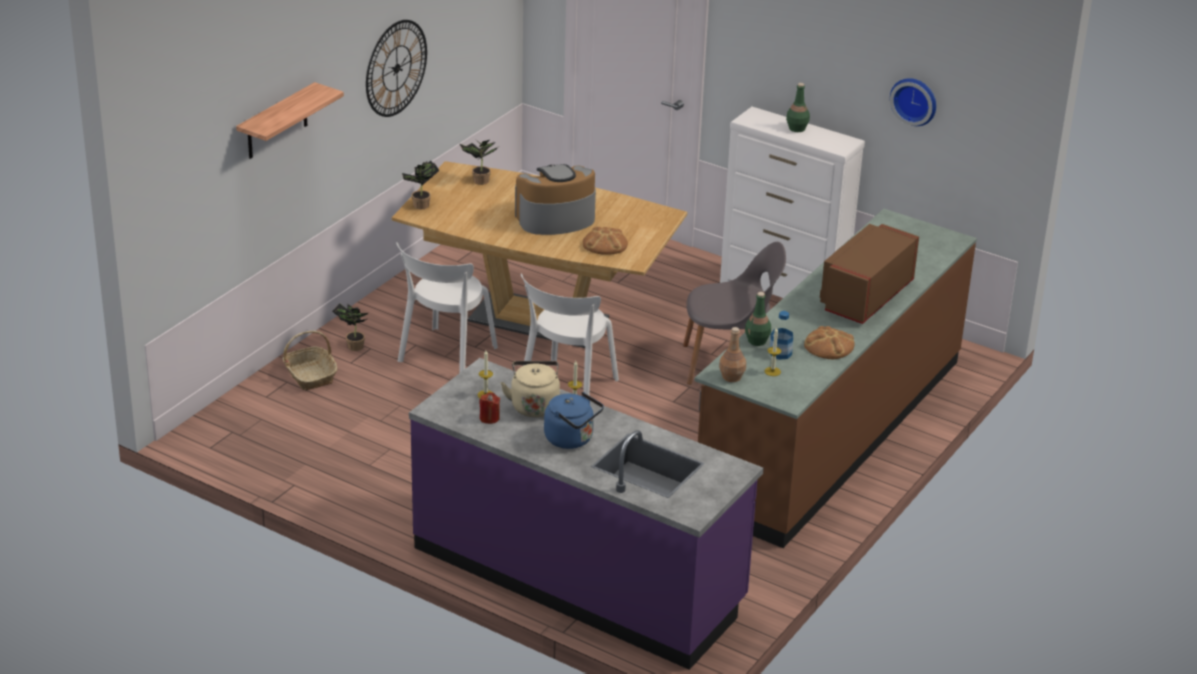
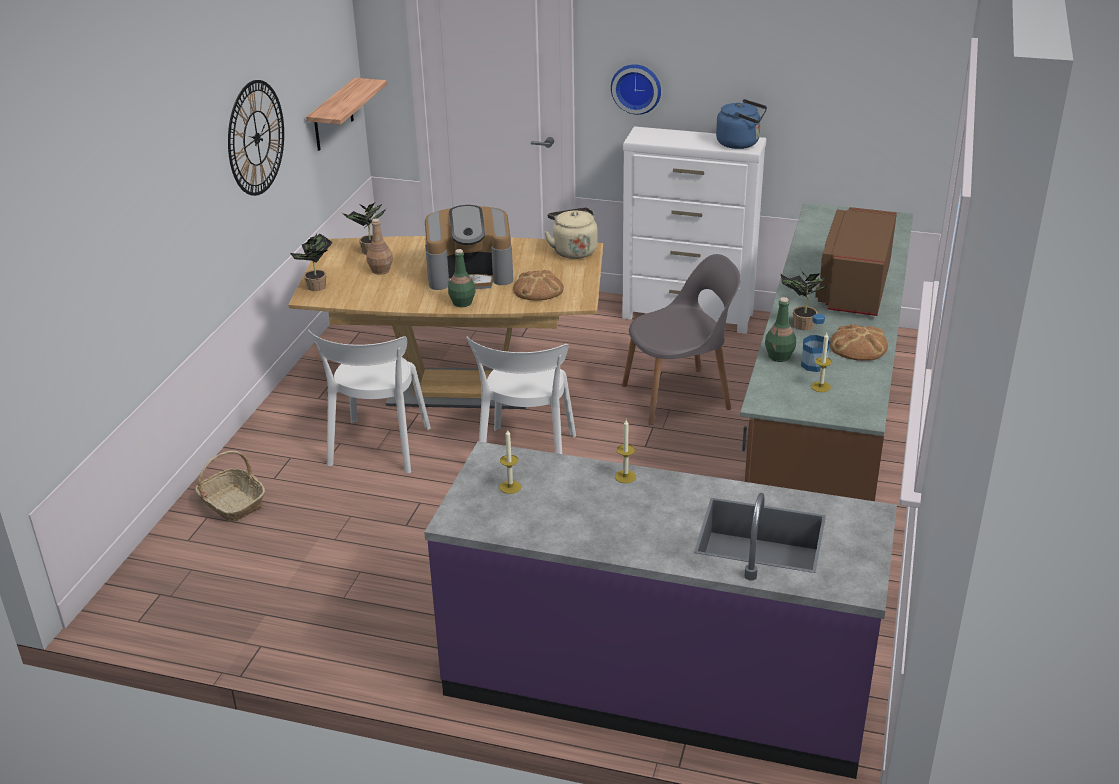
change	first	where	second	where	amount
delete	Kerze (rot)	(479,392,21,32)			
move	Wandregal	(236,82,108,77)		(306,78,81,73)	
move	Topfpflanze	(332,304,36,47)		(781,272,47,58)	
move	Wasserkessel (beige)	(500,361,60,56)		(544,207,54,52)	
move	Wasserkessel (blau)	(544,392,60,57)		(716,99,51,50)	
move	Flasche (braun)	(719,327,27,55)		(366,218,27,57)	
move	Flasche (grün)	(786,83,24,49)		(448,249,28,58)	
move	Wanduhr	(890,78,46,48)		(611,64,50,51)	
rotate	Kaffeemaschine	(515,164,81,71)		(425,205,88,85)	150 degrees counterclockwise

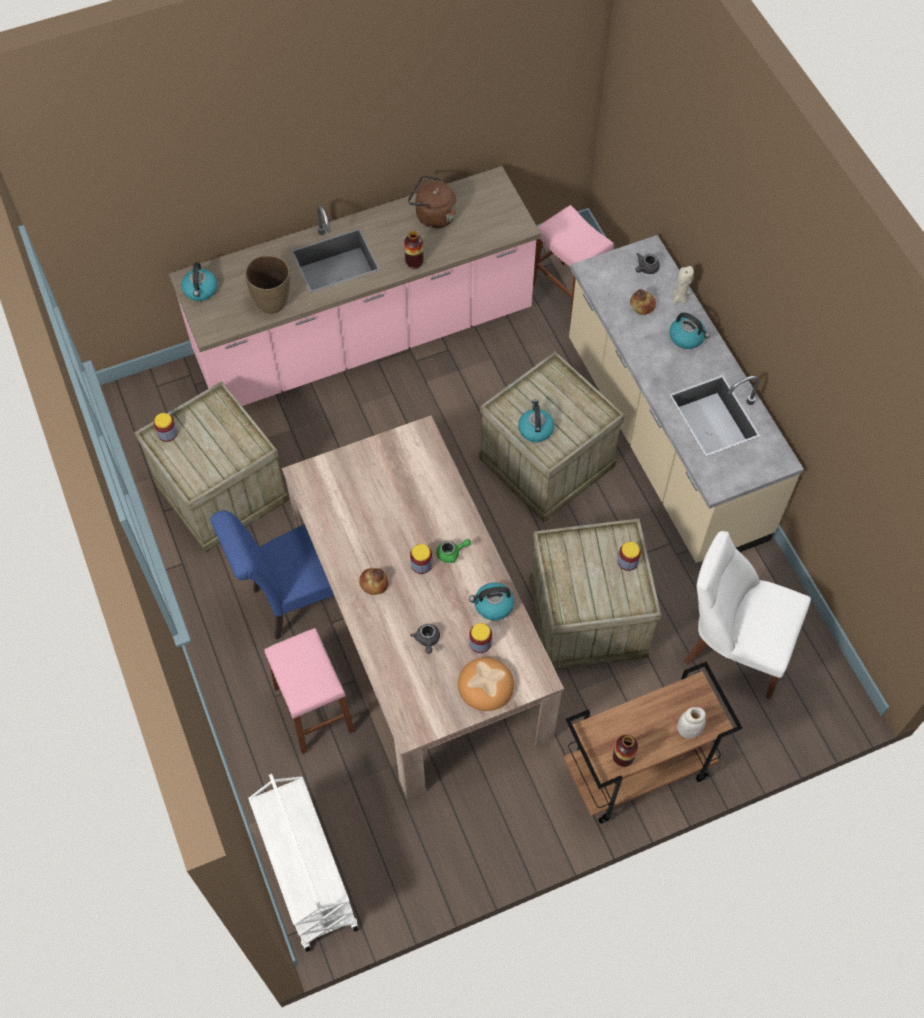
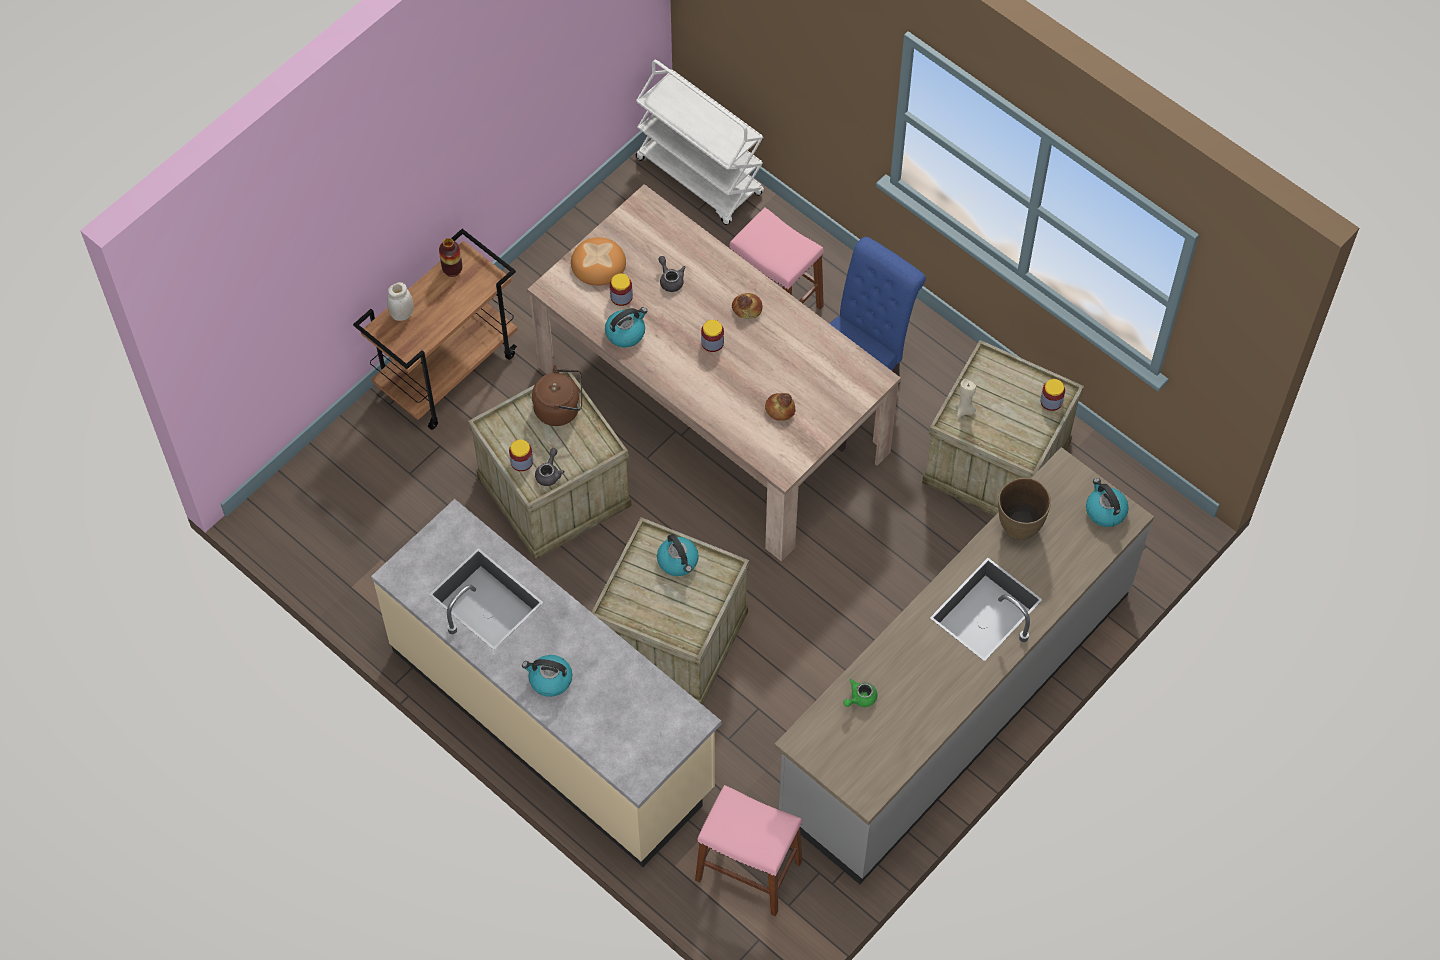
change	first	where	second	where	amount
delete	Vase	(404,231,20,38)			
delete	Stuhl (weiß)	(684,531,127,168)			
move	Wasserkessel (braun)	(408,175,48,54)		(532,365,50,61)	
move	Teekanne (grün)	(436,539,35,24)		(843,679,35,28)	
move	Brot	(630,289,26,26)		(765,393,30,28)	
move	Teekanne (grau)	(635,253,25,21)		(535,448,29,38)	
move	Kerze (beige)	(672,266,22,38)		(956,379,20,39)	
recolor	Küchenzeile (rosa)	(169,166,372,240)	Küchenzeile (grau)	(774,447,380,437)	

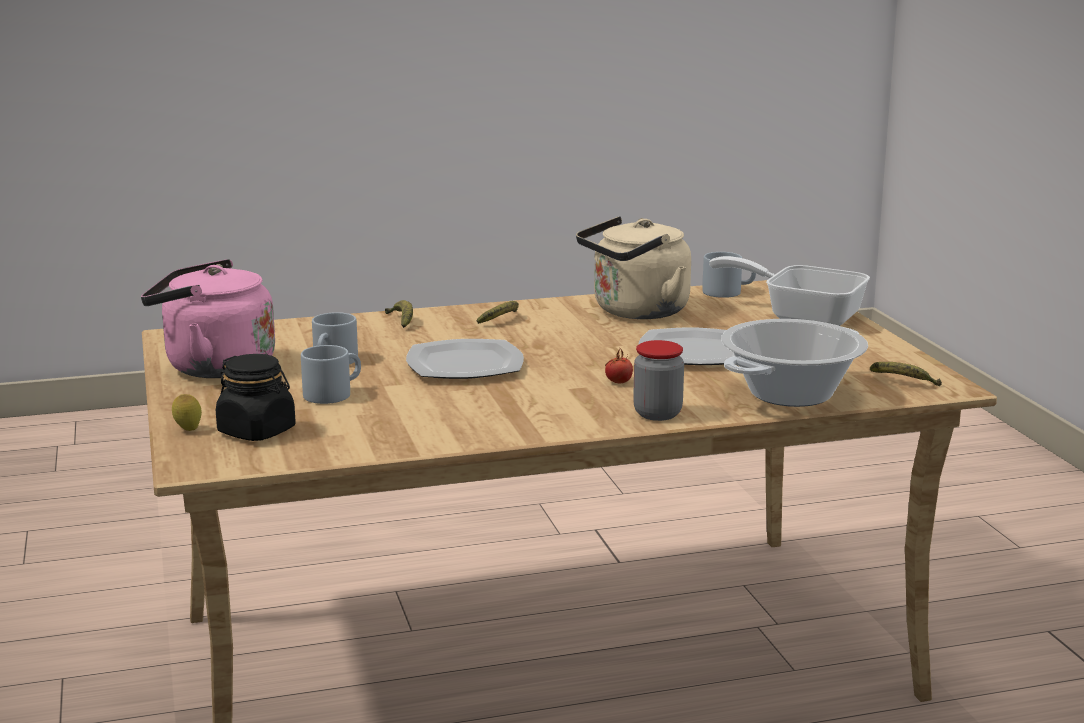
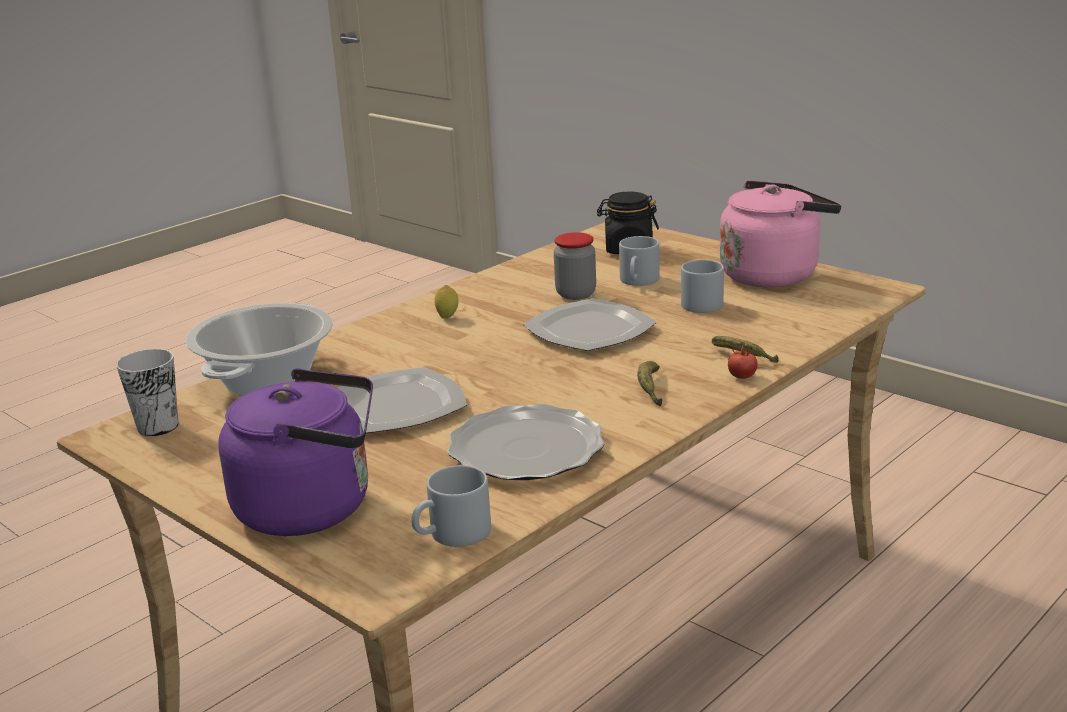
change	first	where	second	where	amount
move	Zitrone	(172,394,30,37)		(434,285,25,34)	
move	Tomate	(605,347,28,36)		(728,345,30,34)	
move	Vorratsglas	(633,340,51,81)		(554,232,42,68)	
replace	Wasserkessel (beige)	(576,216,115,103)	Teller	(447,404,157,76)	
replace	Pfanne	(709,256,161,70)	Wasserkessel (lila)	(218,368,155,168)	
replace	Banane	(870,362,72,24)	Tasse	(116,349,62,87)	

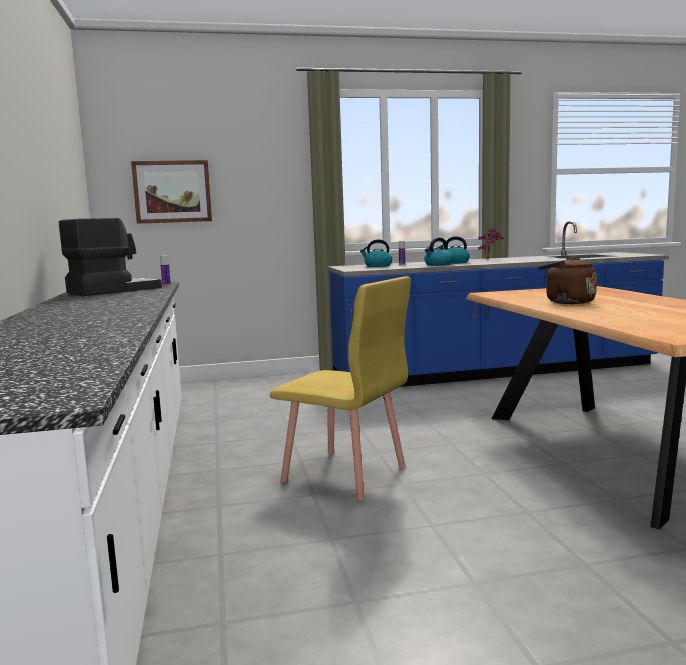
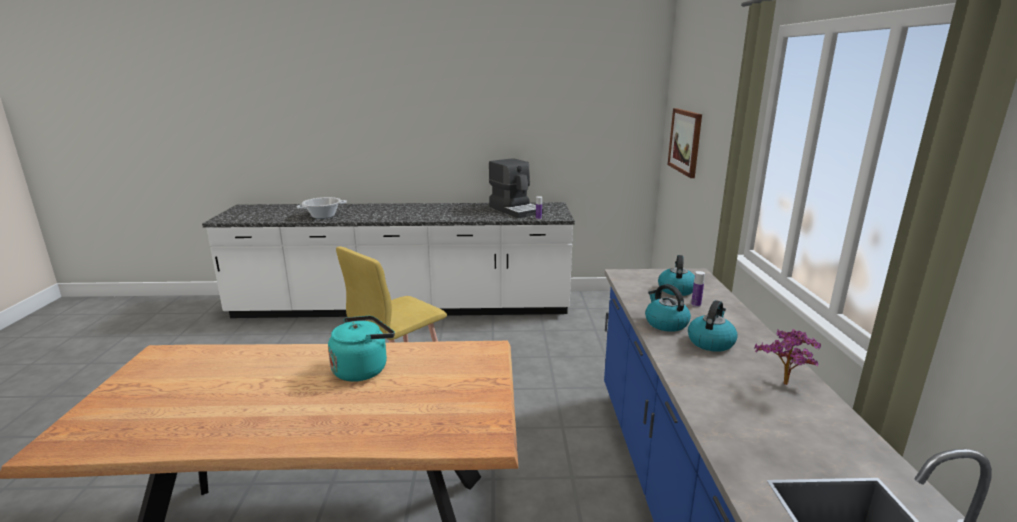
change	first	where	second	where	amount
insert			Kochtopf	(296,197,51,22)	
recolor	Wasserkessel (braun)	(539,256,58,48)	Wasserkessel (türkis)	(328,316,67,66)	

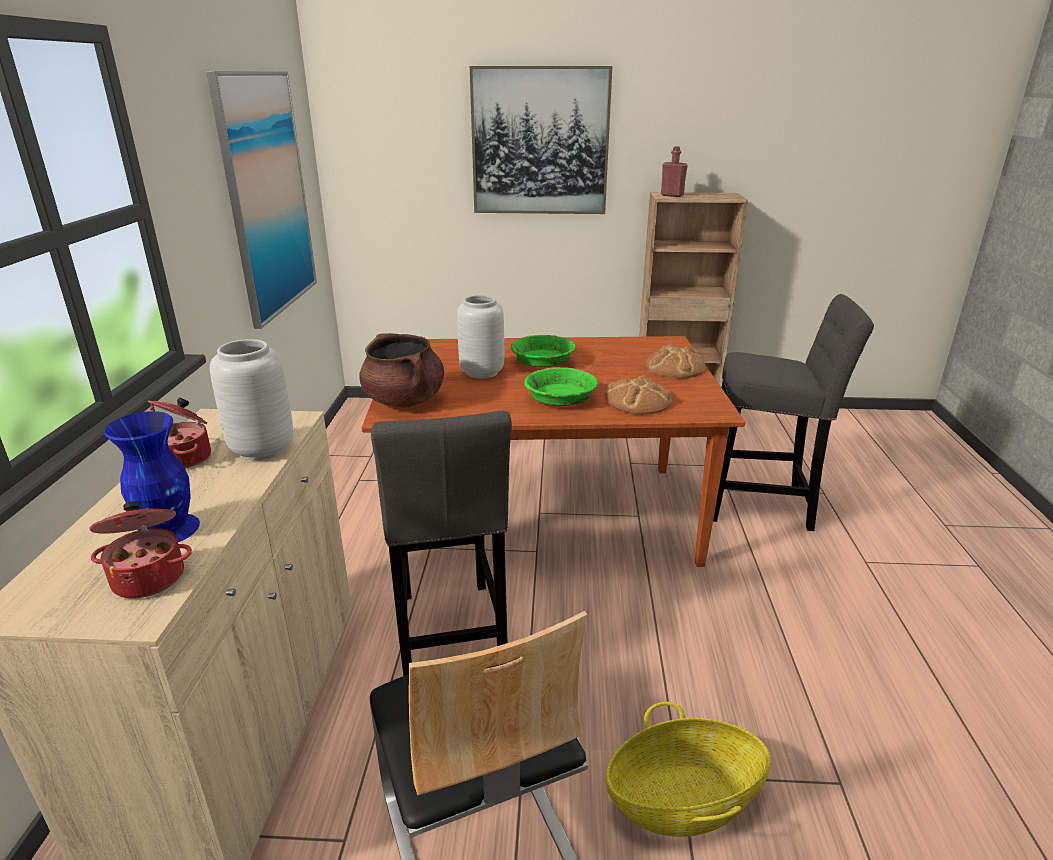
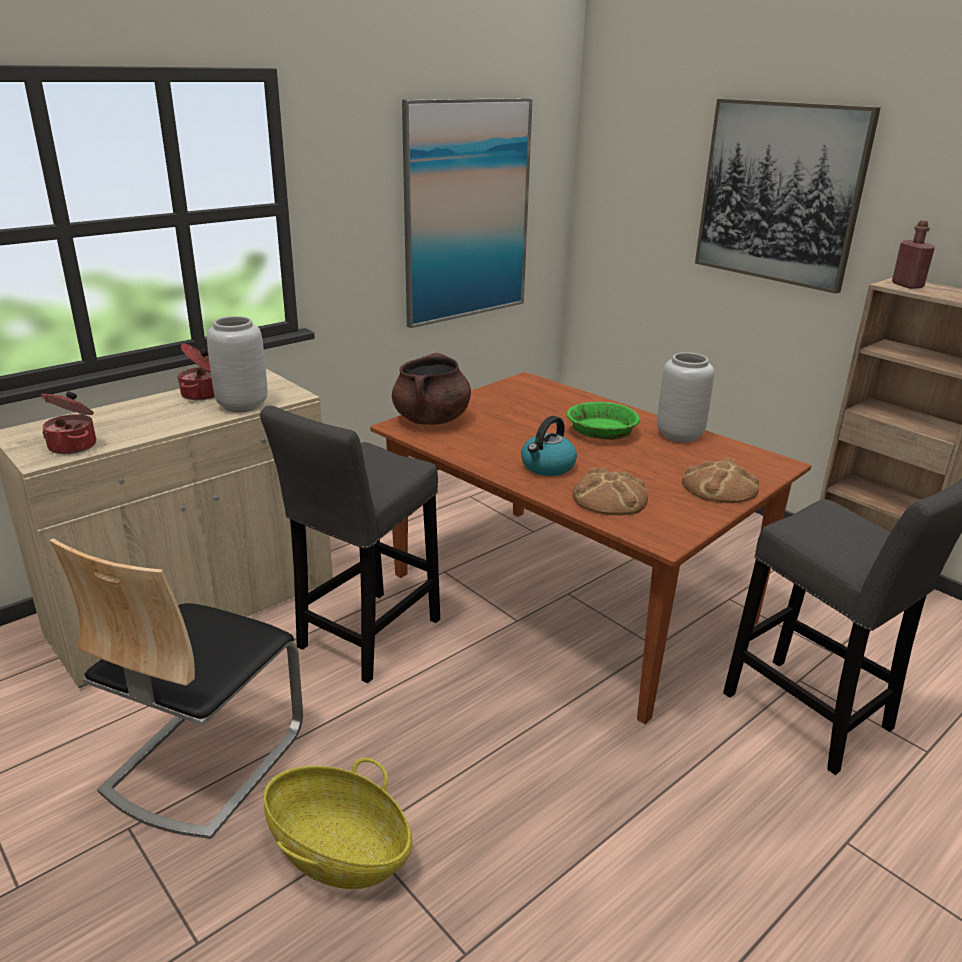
change	first	where	second	where	amount
delete	Vase (blau)	(104,411,96,131)			
move	Vase (grau)	(457,295,47,84)		(657,352,57,90)	
replace	Schüssel (grün)	(524,367,74,39)	Wasserkessel	(521,416,56,60)	

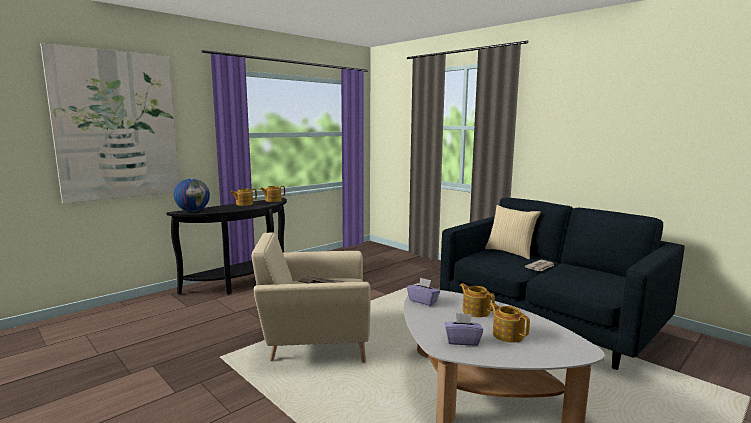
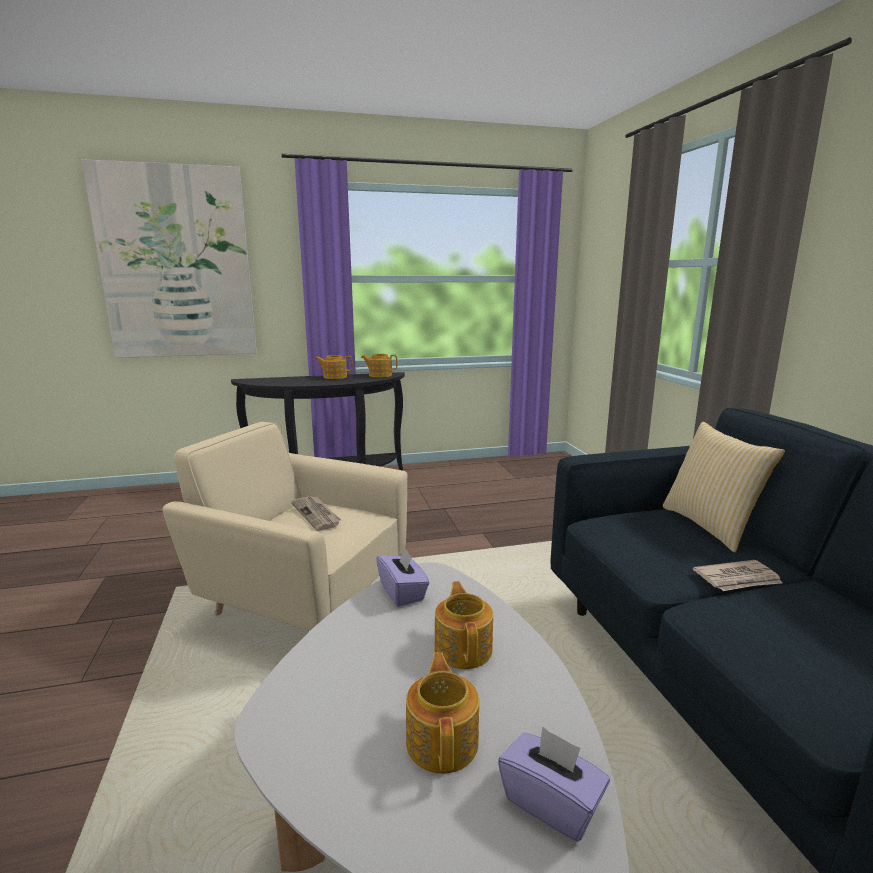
change	first	where	second	where	amount
delete	Globus	(174,179,36,33)			
move	Taschentuchbox (lila)	(445,313,38,33)		(498,726,112,116)	

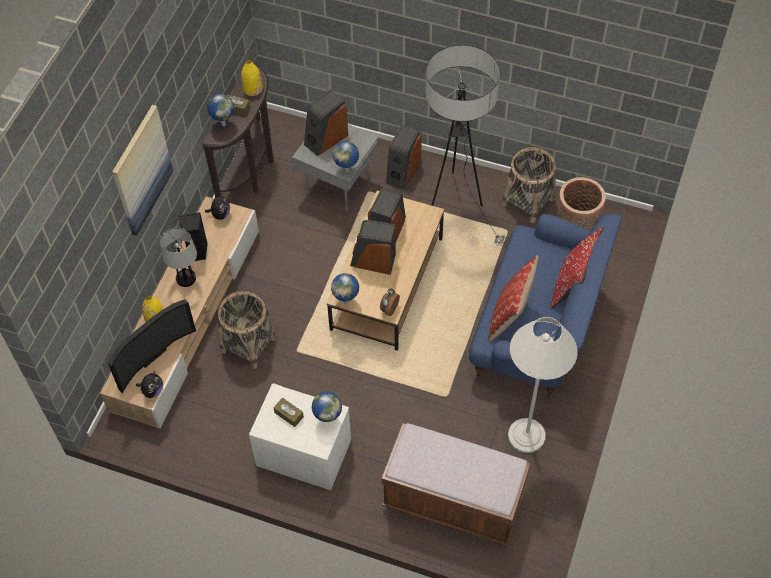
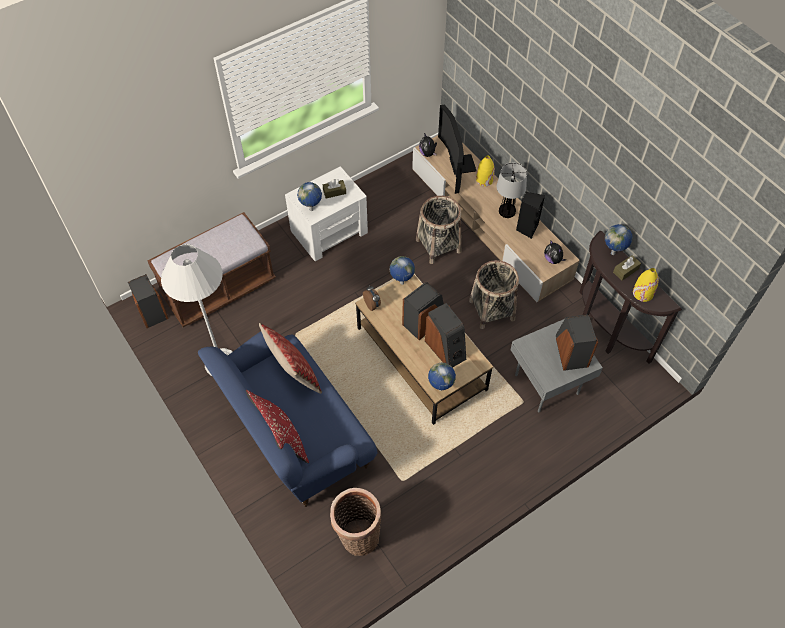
change	first	where	second	where	amount
delete	Bild	(112,105,61,131)			
delete	Stehlampe	(425,45,79,199)			
move	Globus	(333,141,26,31)		(428,363,28,28)	
move	Lautsprecher	(386,125,36,65)		(128,274,41,54)	
move	Korb	(502,147,54,76)		(469,260,50,69)	

